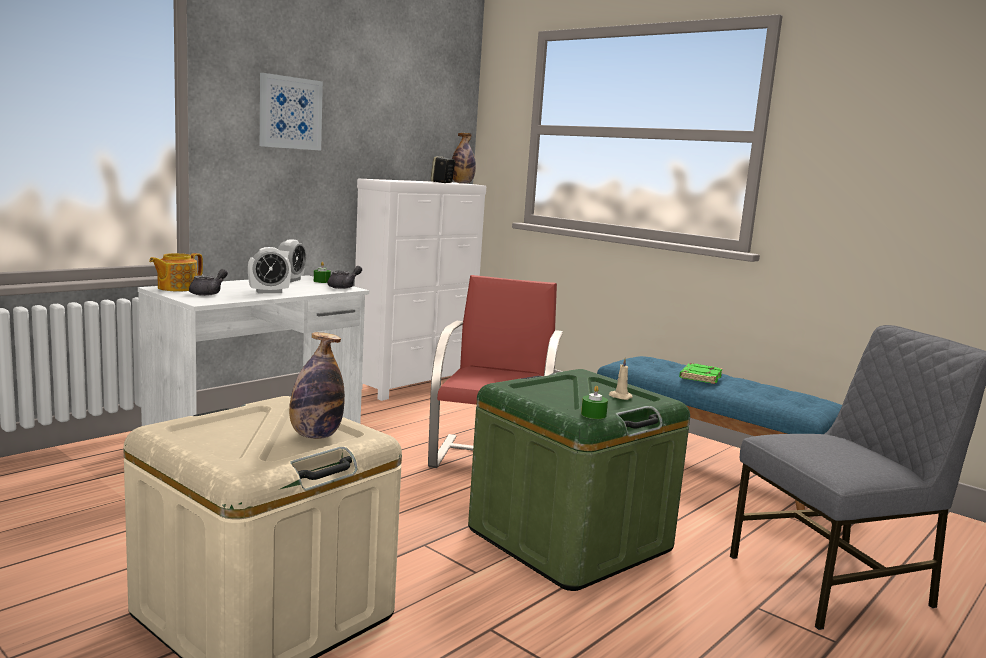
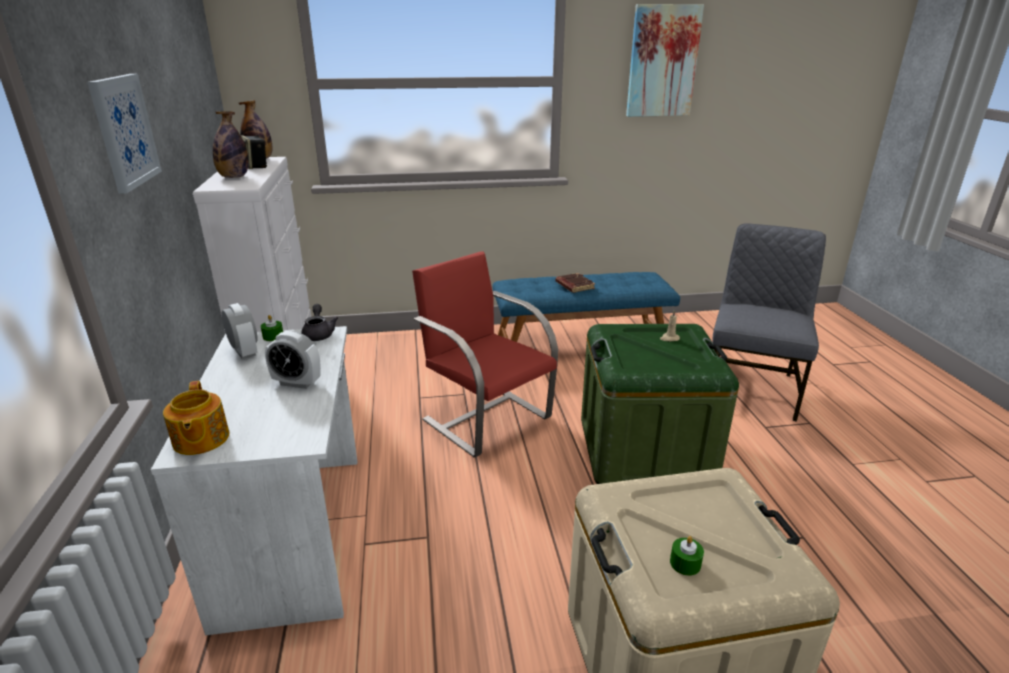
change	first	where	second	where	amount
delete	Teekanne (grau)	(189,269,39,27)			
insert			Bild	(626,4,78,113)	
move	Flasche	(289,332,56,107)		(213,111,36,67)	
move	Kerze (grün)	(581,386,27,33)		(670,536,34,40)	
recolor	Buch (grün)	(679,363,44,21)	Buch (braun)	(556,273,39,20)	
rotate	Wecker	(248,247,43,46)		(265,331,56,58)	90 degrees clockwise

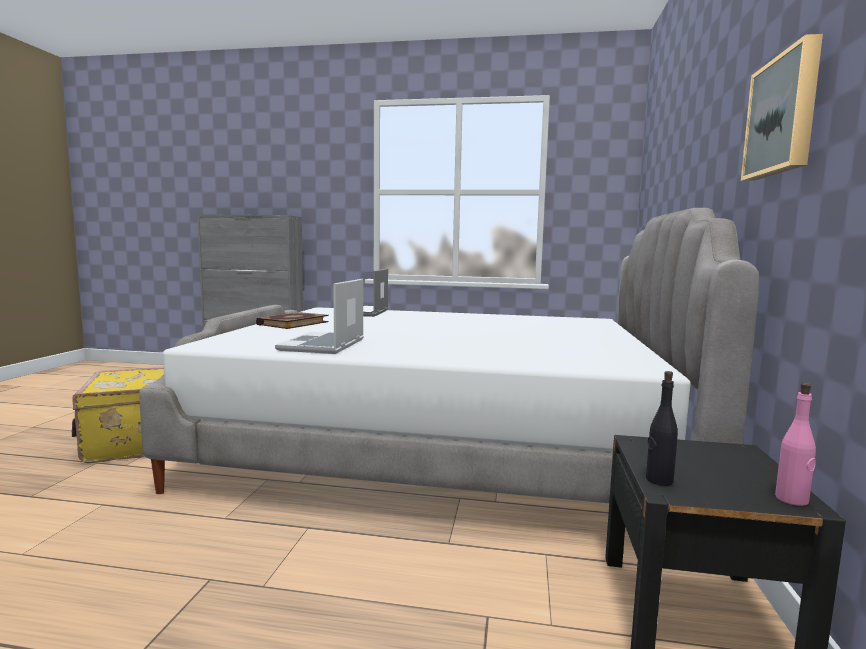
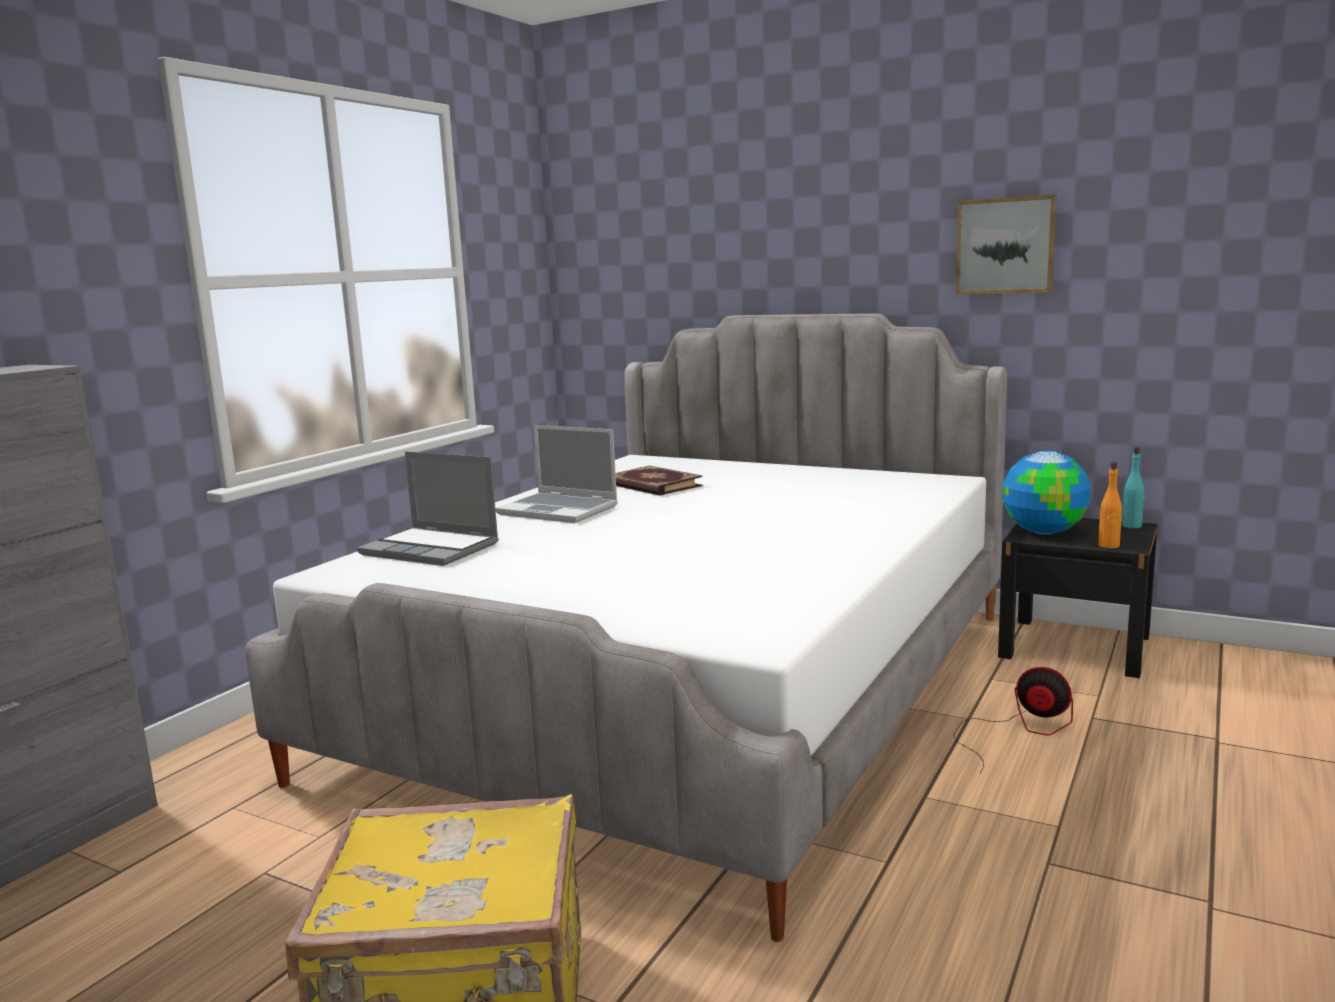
change	first	where	second	where	amount
insert			Ventilator	(953,667,120,106)	
insert			Globus	(1002,451,89,83)	
move	Buch	(256,312,73,17)		(616,465,87,31)	
move	Laptop	(275,279,89,75)		(495,425,123,98)	
recolor	Flasche (schwarz)	(646,371,32,115)	Flasche (orange)	(1098,462,24,86)	
recolor	Flasche (rosa)	(775,383,41,123)	Flasche (türkis)	(1122,447,22,81)	

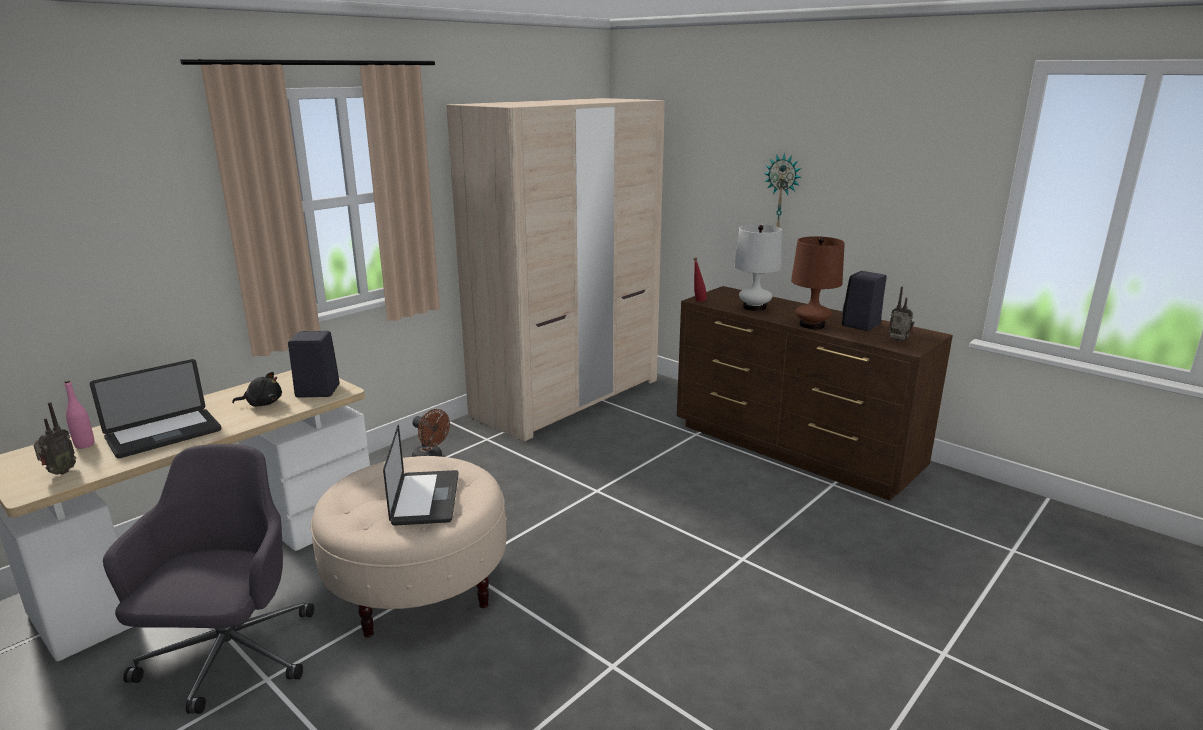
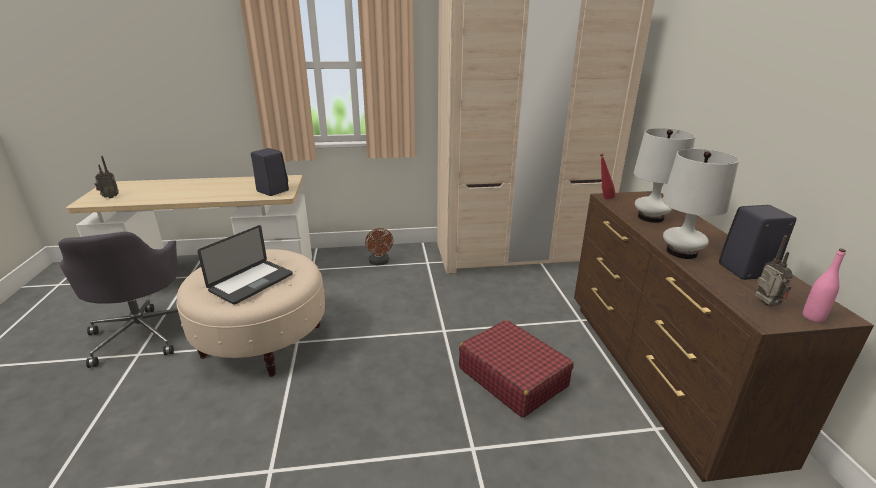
change	first	where	second	where	amount
delete	Laptop	(90,359,131,99)			
delete	Plüschtier (schwarz)	(232,372,50,35)			
delete	Wanduhr	(763,153,38,75)			
insert			Koffer (rot)	(459,320,115,98)	
move	Flasche (rosa)	(64,380,31,69)		(803,248,43,74)	
recolor	Tischlampe (braun)	(791,236,54,93)	Tischlampe (weiß)	(662,149,77,110)	
rotate	Bürostuhl (grau)	(103,444,211,270)		(58,231,121,137)	120 degrees clockwise

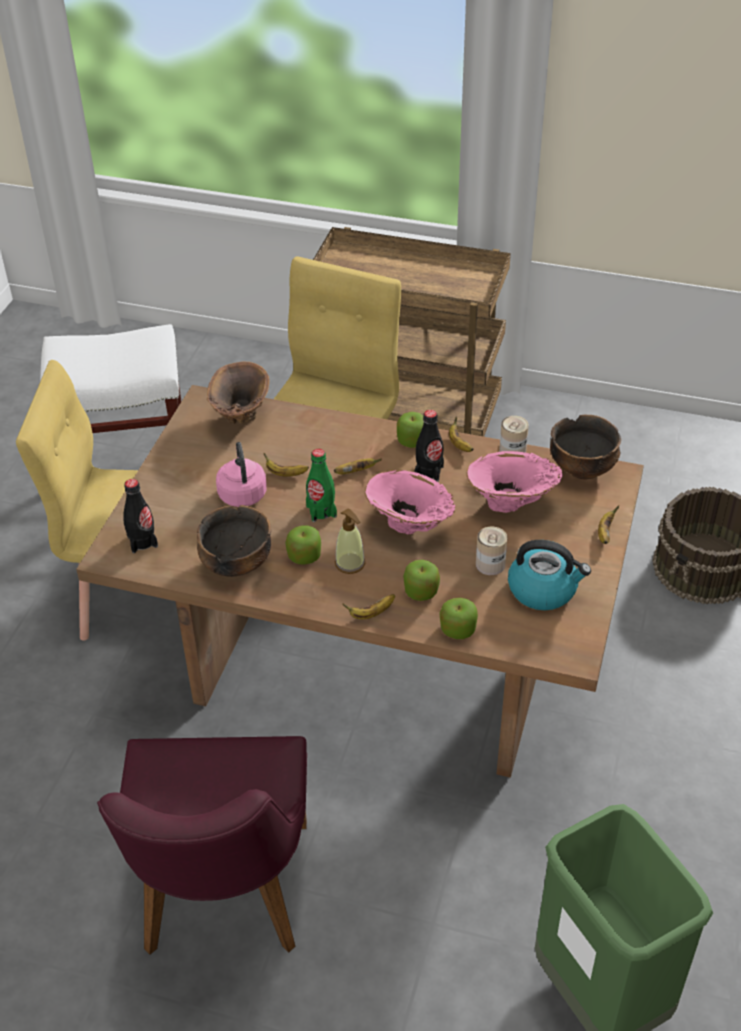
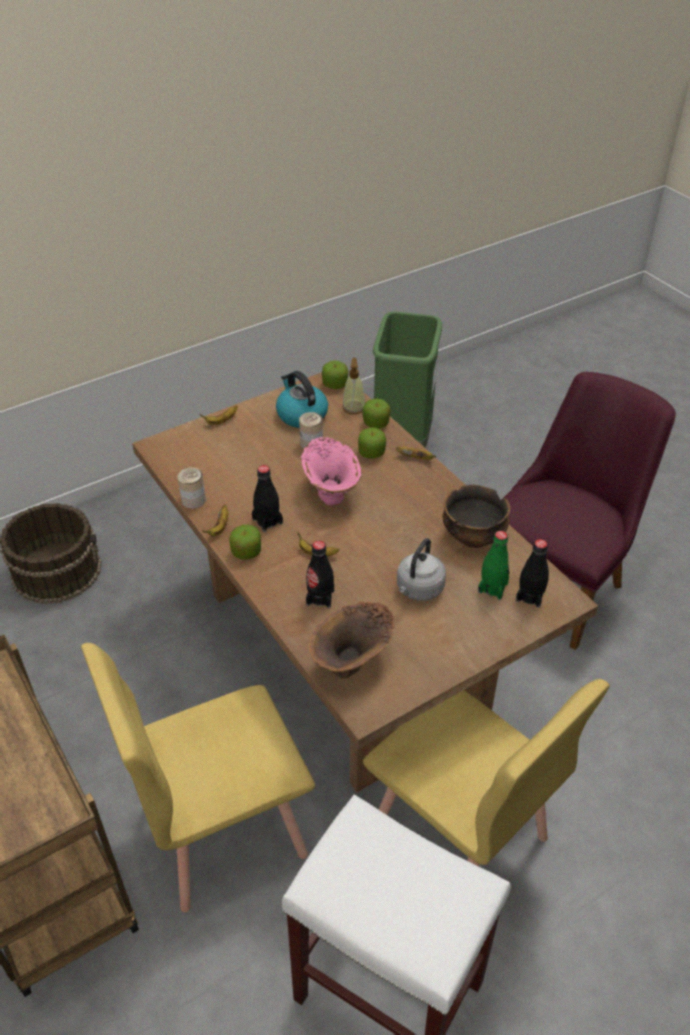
change	first	where	second	where	amount
delete	Banane	(264,453,45,24)			
delete	Vase (rosa)	(467,451,96,62)			
delete	Schüssel	(550,415,71,65)			
insert			Flasche (schwarz)	(306,541,28,67)	
move	Apfel	(285,525,36,39)		(322,361,26,28)	
move	Flasche (grün)	(306,449,31,73)		(478,531,31,69)	
move	Seifenspender	(335,508,30,66)		(342,358,23,56)	
recolor	Wasserkessel (rosa)	(216,442,51,65)	Wasserkessel (grau)	(397,538,49,63)	

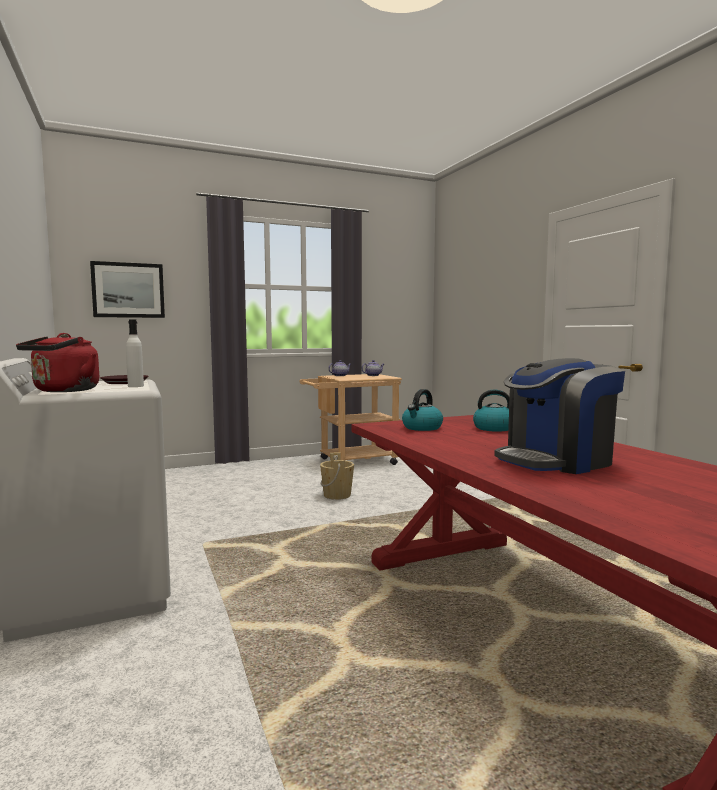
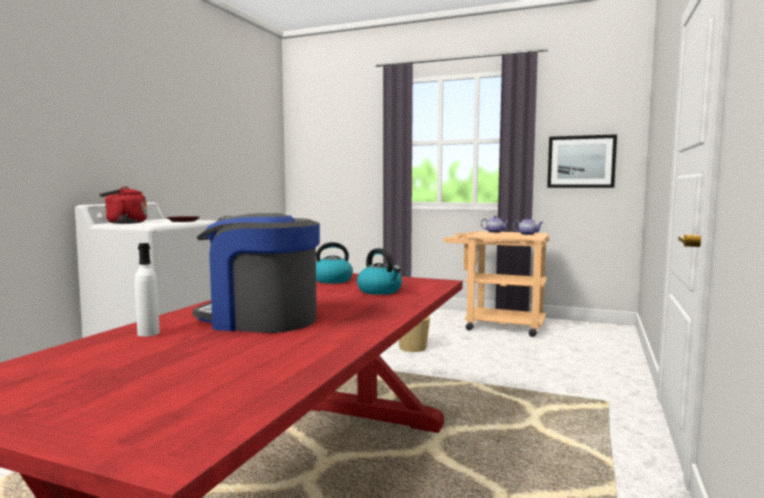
change	first	where	second	where	amount
move	Bild	(90,261,75,57)		(547,134,70,54)	
move	Flasche (weiß)	(126,319,18,68)		(135,243,25,94)	

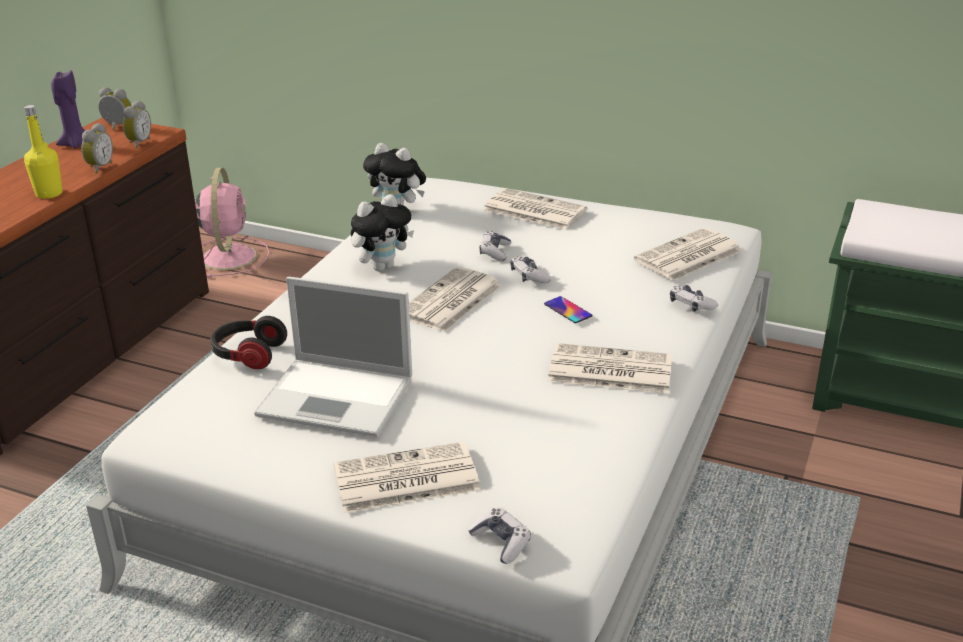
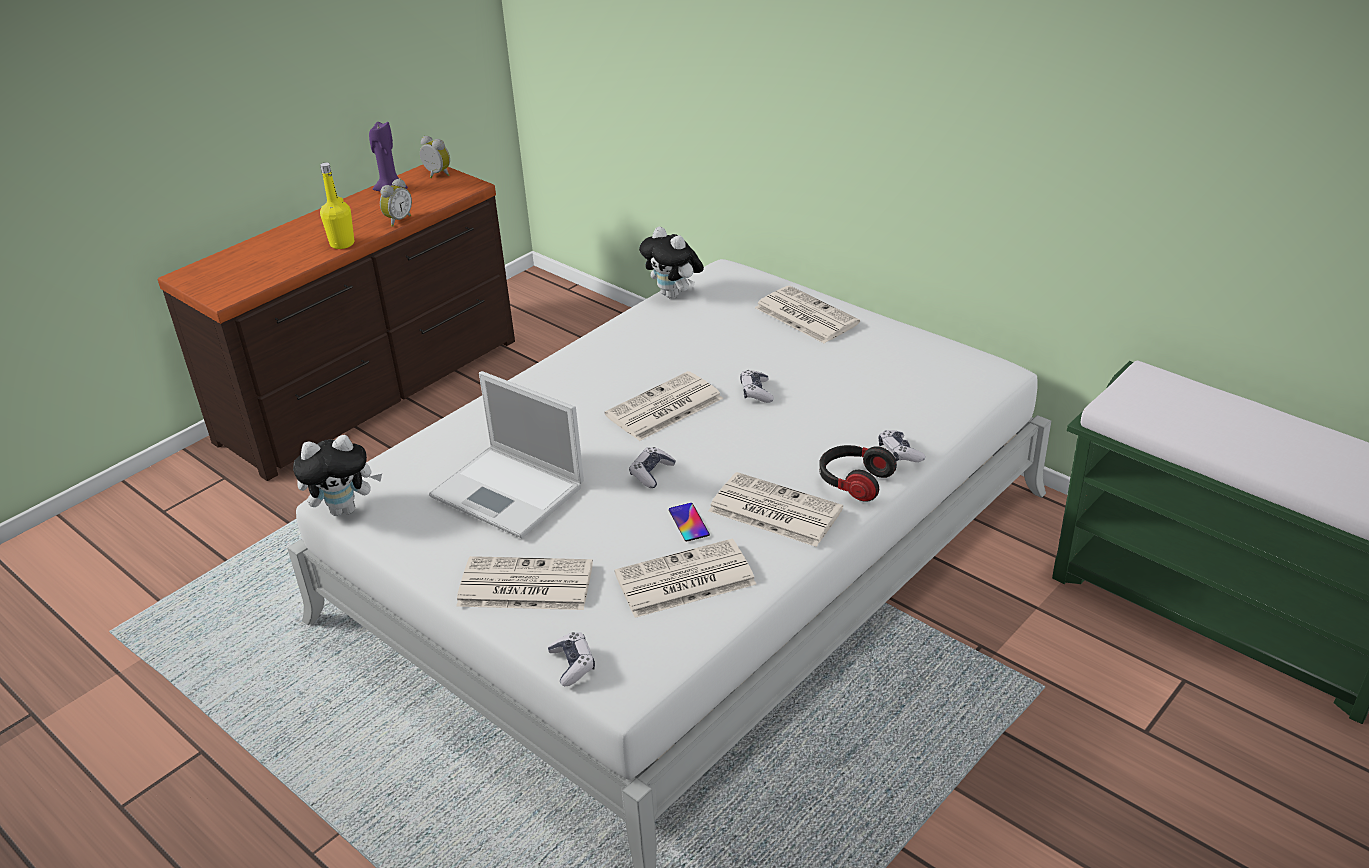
change	first	where	second	where	amount
delete	Wecker	(123,100,28,49)			
delete	Ventilator (rosa)	(195,168,74,110)			
move	Kopfhörer	(210,316,77,53)		(819,445,78,57)	
move	Plüschtier	(351,194,63,77)		(293,435,89,81)	
move	Gamepad	(479,231,32,30)		(629,447,47,41)	
move	Handy	(544,296,49,27)		(669,503,41,39)	
move	Zeitung	(634,228,108,53)		(614,539,142,79)	

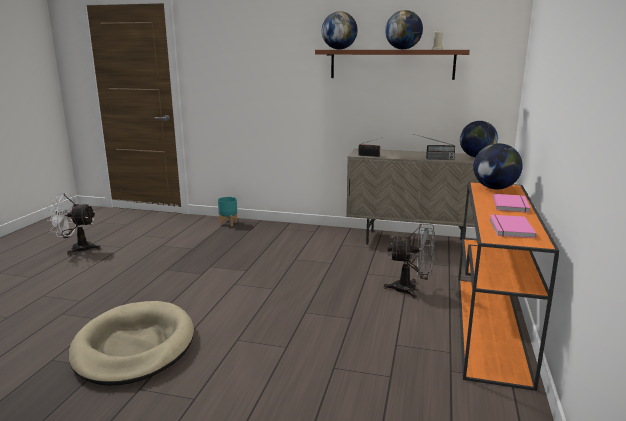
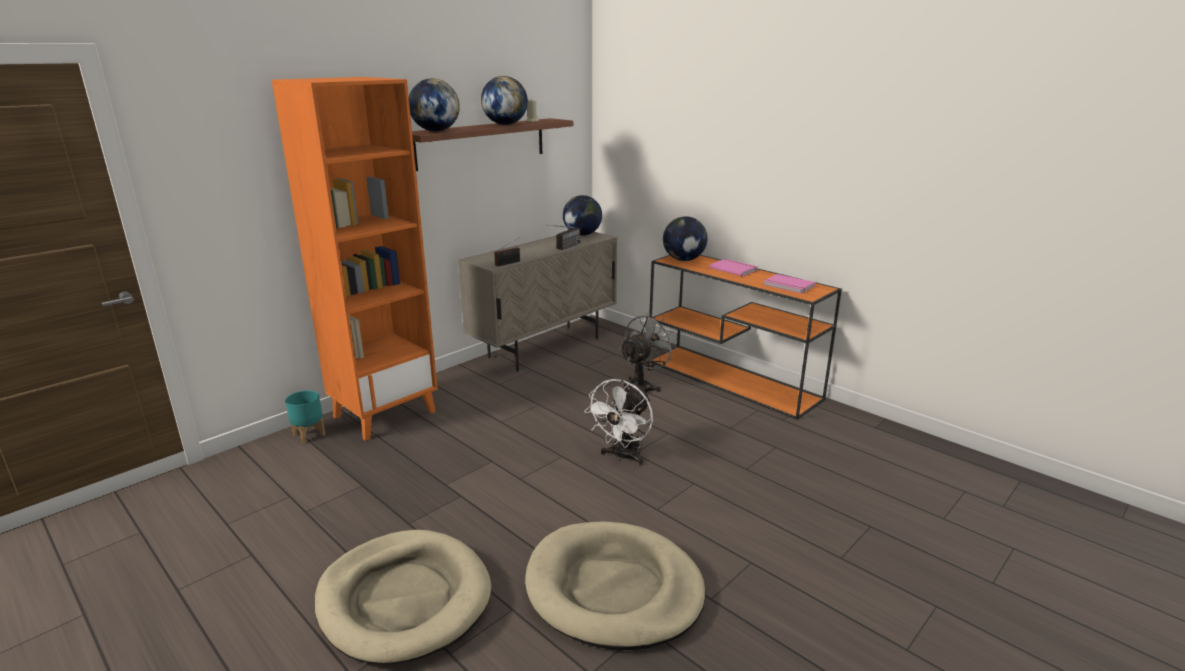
change	first	where	second	where	amount
insert			Bücherregal (orange)	(272,77,166,364)	
insert			Hundebett (beige)	(315,530,176,135)	
move	Ventilator (weiß)	(47,193,53,62)		(584,379,69,87)	

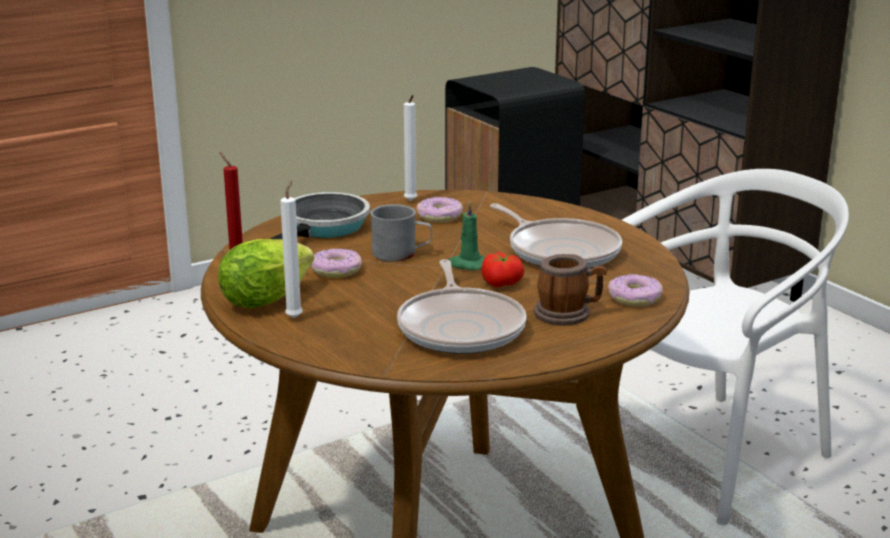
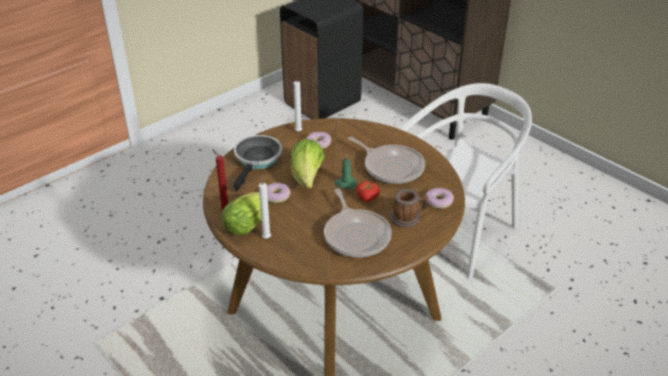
change	first	where	second	where	amount
replace	Henkelbecher (grau)	(370,204,62,58)	Salatkopf	(290,139,35,49)	

